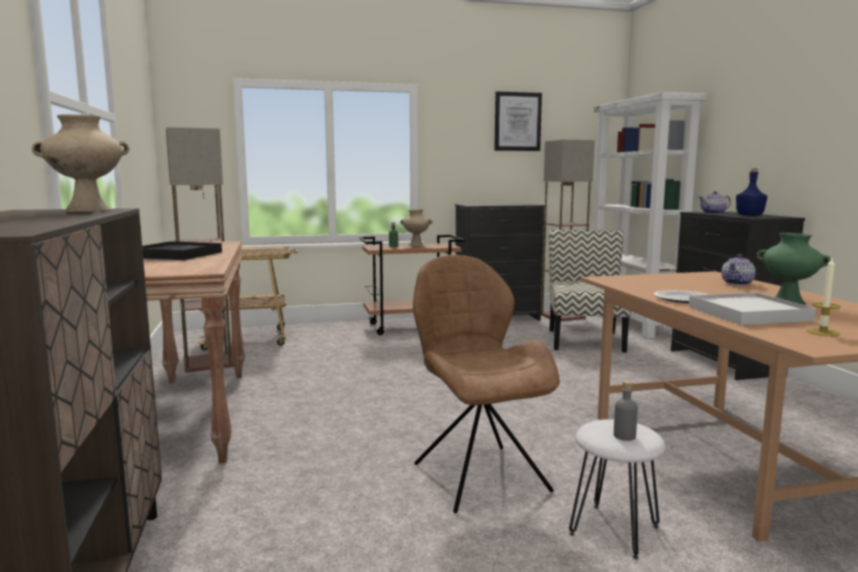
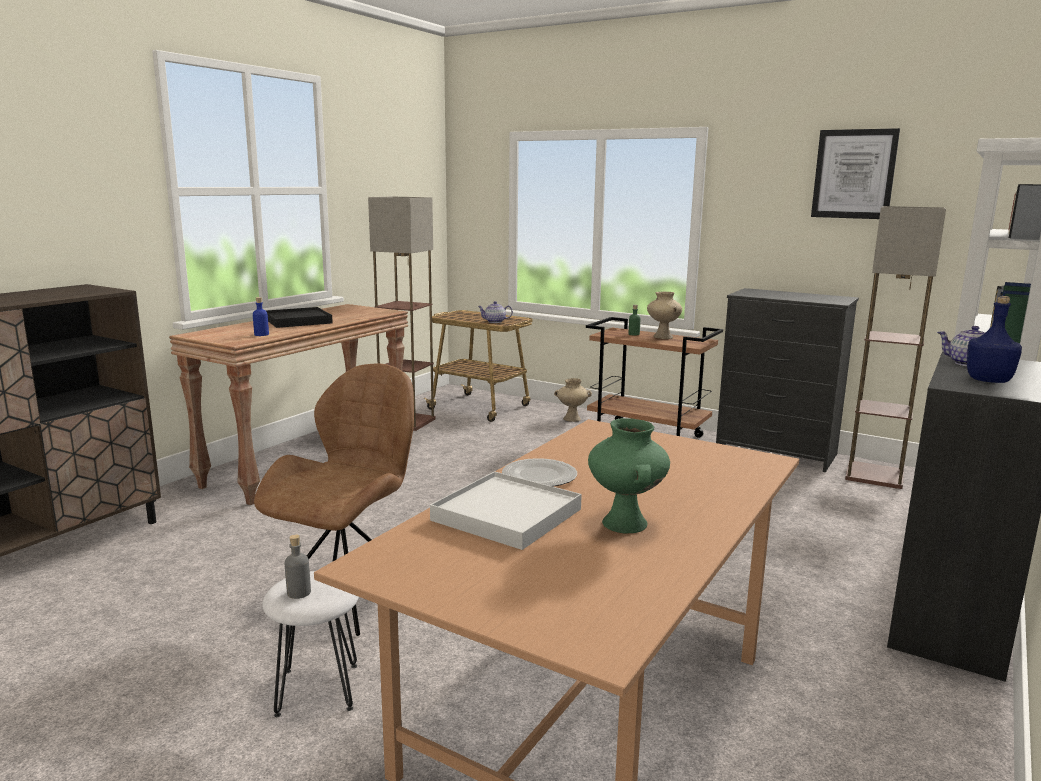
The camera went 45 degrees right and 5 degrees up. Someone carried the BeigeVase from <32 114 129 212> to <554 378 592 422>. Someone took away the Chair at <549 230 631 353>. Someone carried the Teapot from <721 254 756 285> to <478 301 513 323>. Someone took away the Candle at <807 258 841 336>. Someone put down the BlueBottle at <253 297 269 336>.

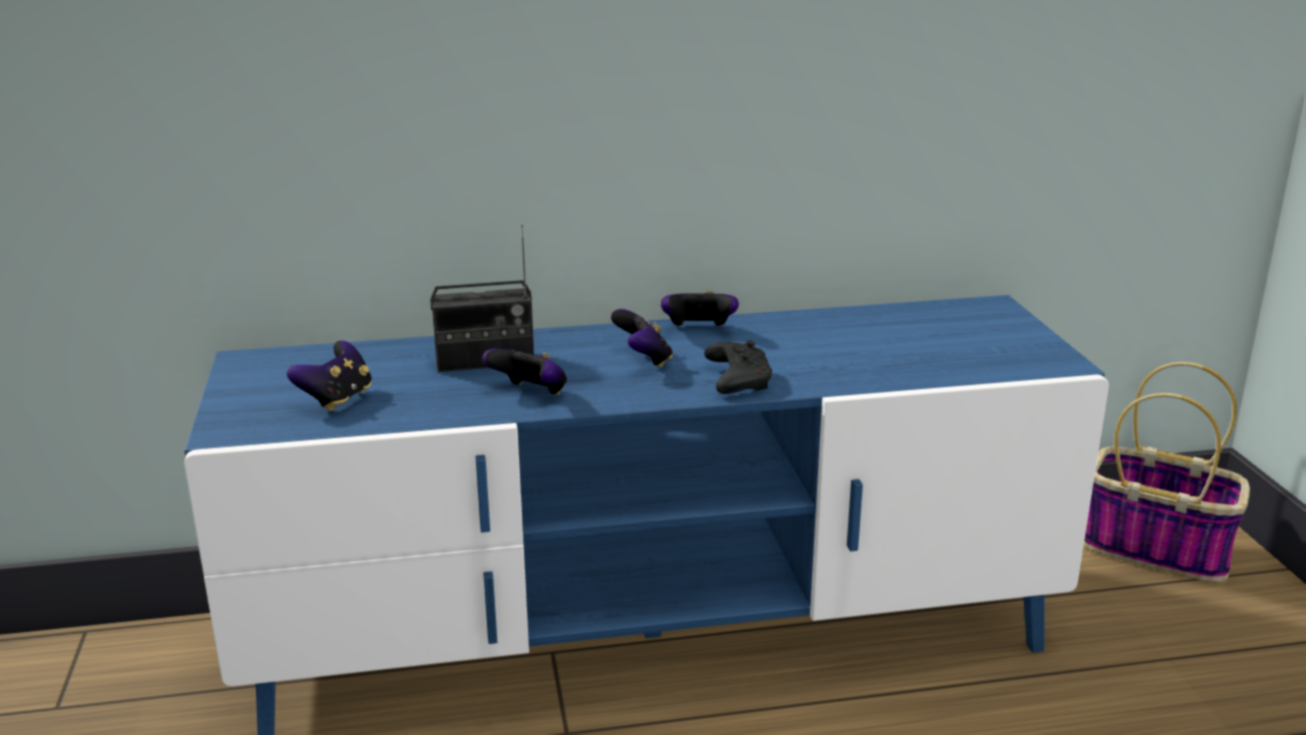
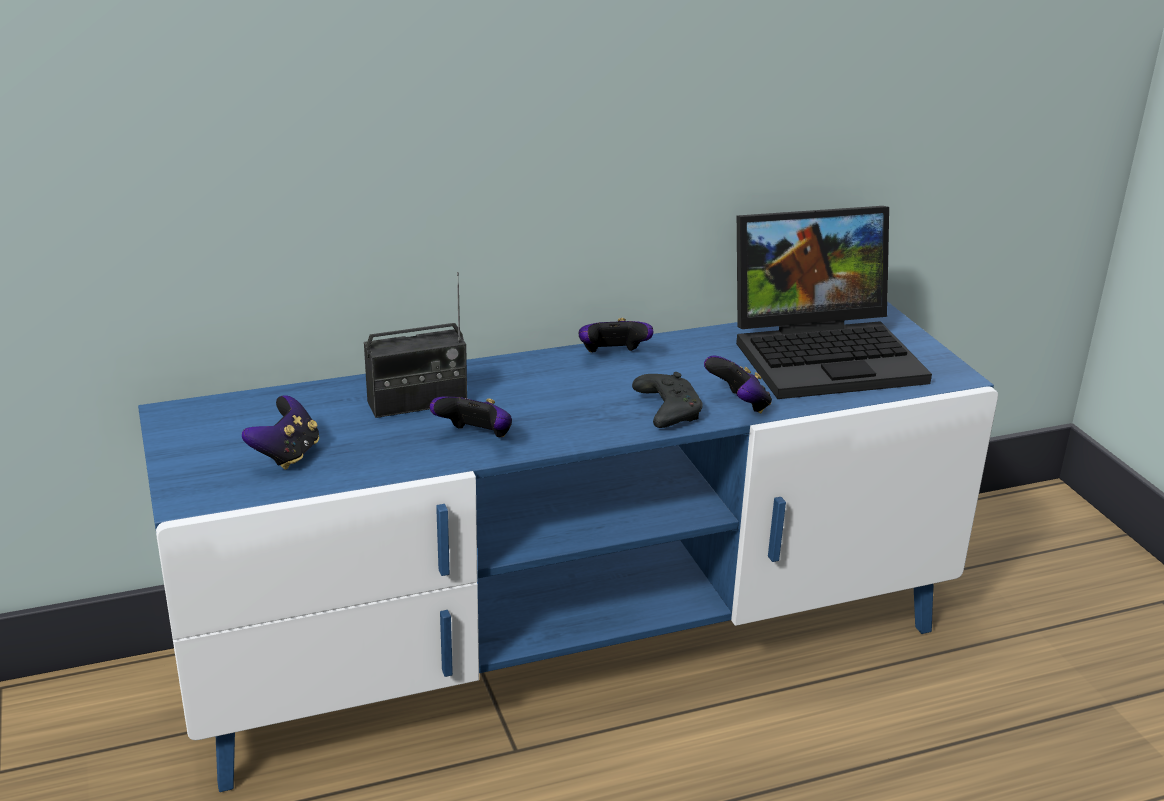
The camera went 10 degrees left and 5 degrees up. Someone carried the GameController from <611 309 673 368> to <704 356 772 413>. Someone took away the Basket at <1084 362 1250 582>. Someone put down the Laptop at <736 206 932 399>.

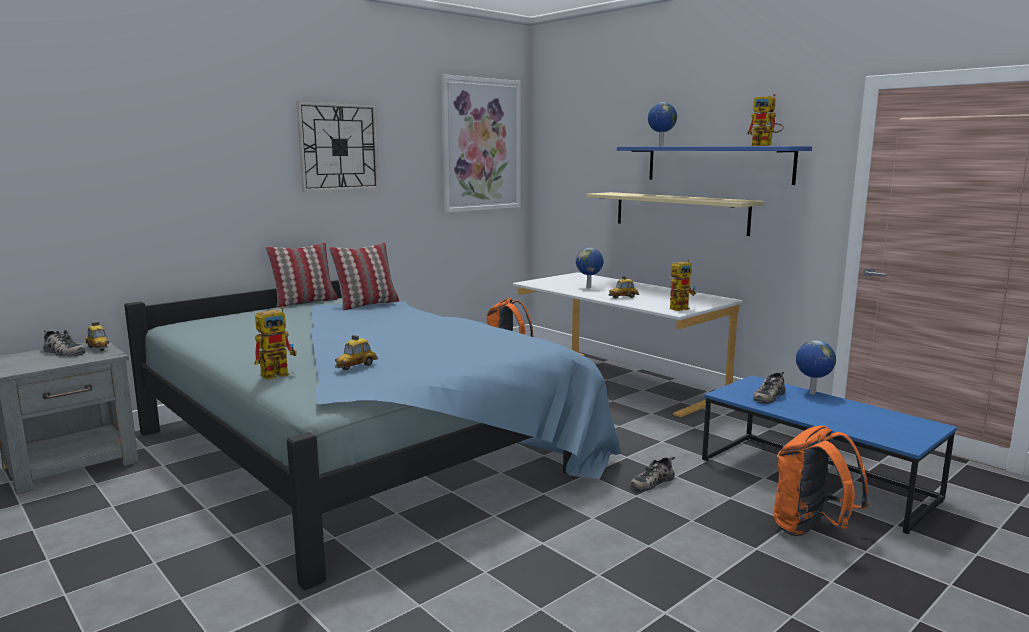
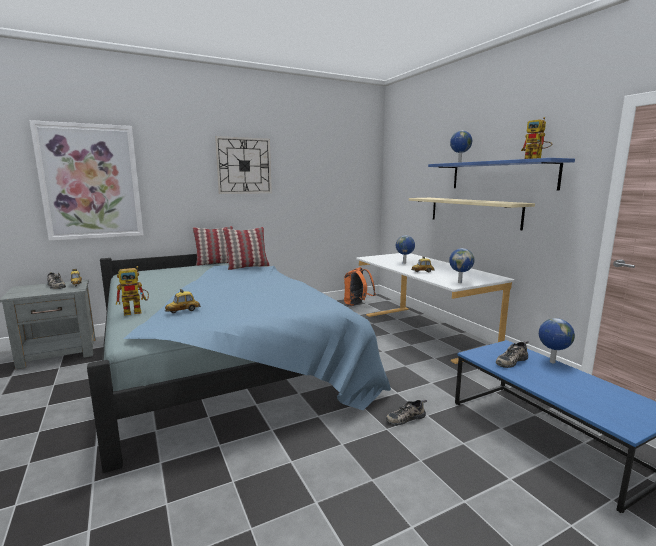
The camera went 15 degrees right and 0 degrees up. Someone carried the Picture from <441 75 521 213> to <29 120 143 241>. Someone swapped the ToyRobot at <670 259 696 311> for the Globe at <449 248 474 283>. Someone took away the OrangeBackpack at <774 426 869 536>.

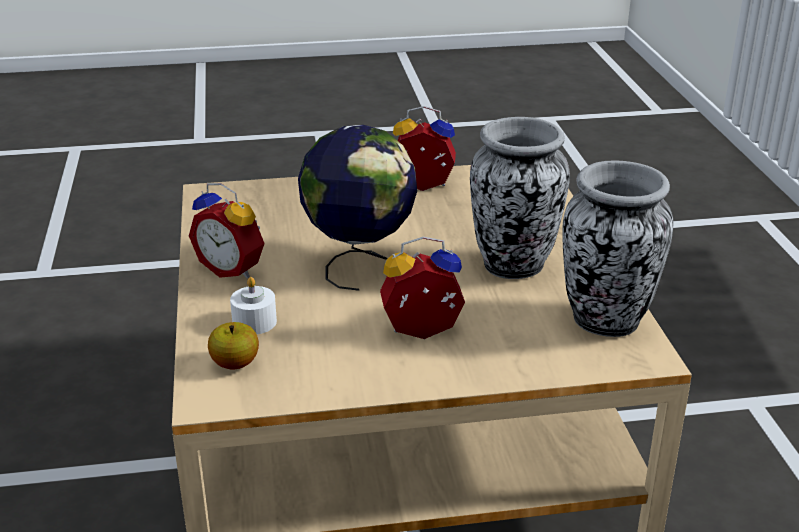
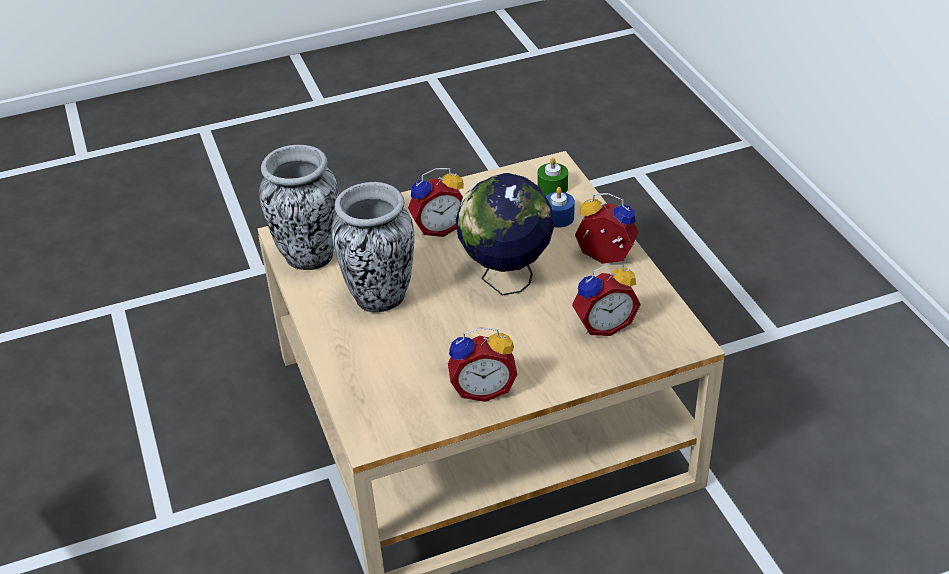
The camera went 170 degrees right and 10 degrees up. Someone repainted the WhiteCandle at <230 277 277 334>, which became the BlueCandle at <546 187 575 228>. Someone swapped the Apple at <208 322 259 369> for the GreenCandle at <538 158 568 196>. Someone put down the AlarmClock at <572 263 641 336>.

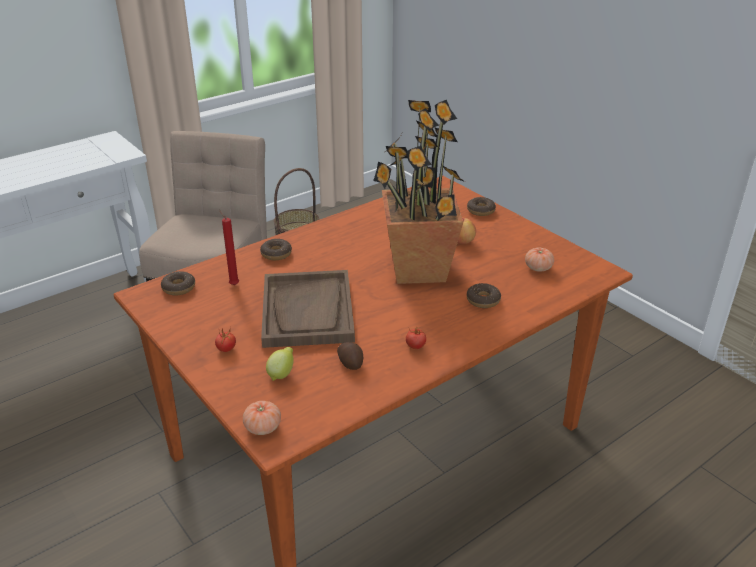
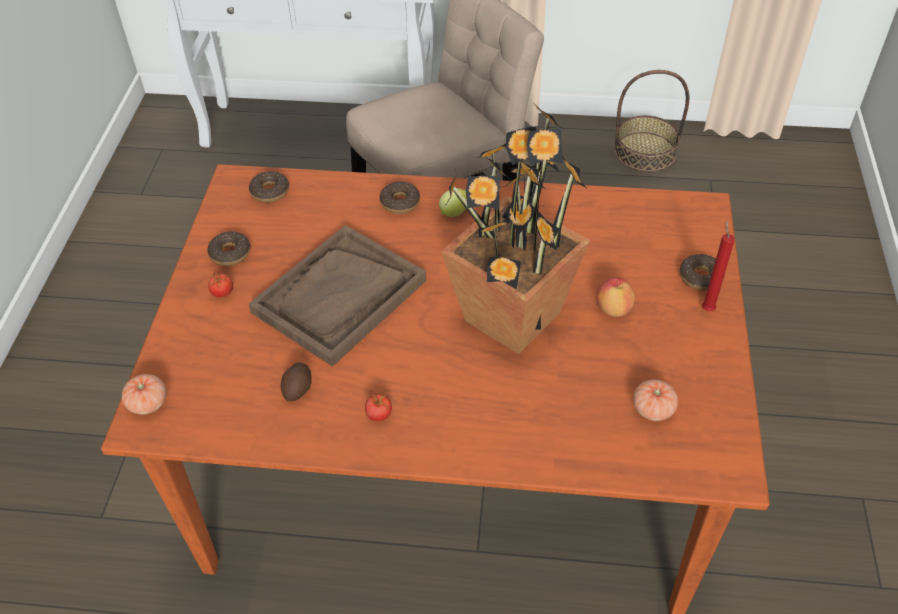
The camera went 45 degrees right and 15 degrees up. Someone carried the RedCandle from <219 210 239 285> to <702 220 735 311>. Someone carried the Donut from <466 283 501 308> to <208 231 251 266>. Someone carried the Lemon from <266 347 294 381> to <439 188 467 217>.

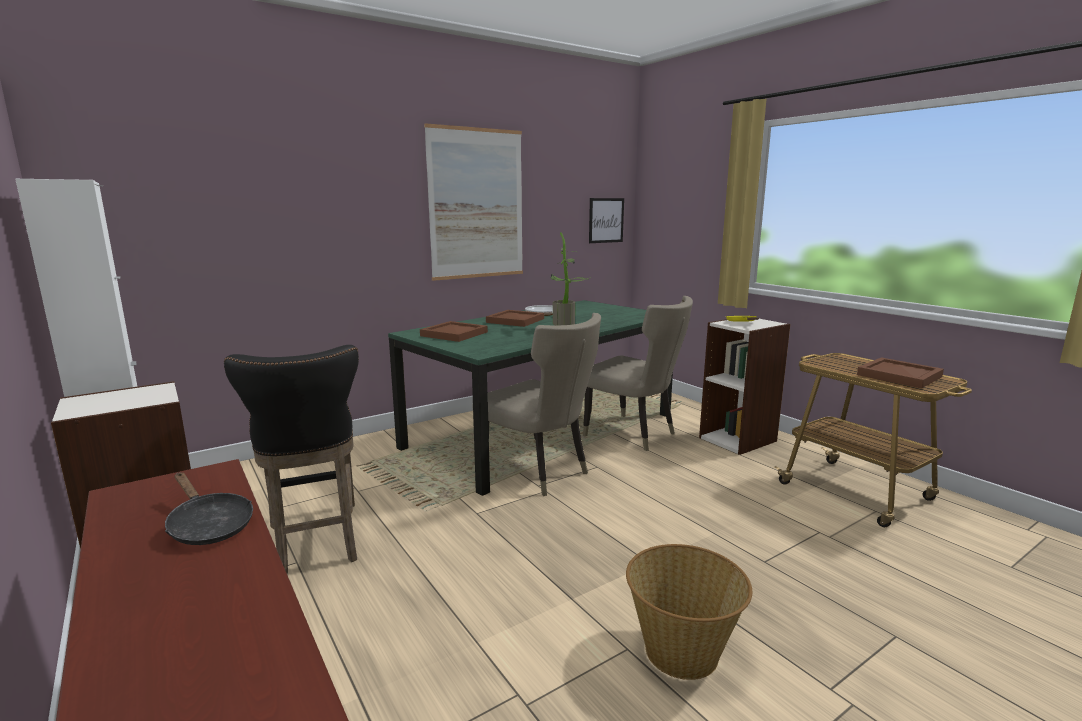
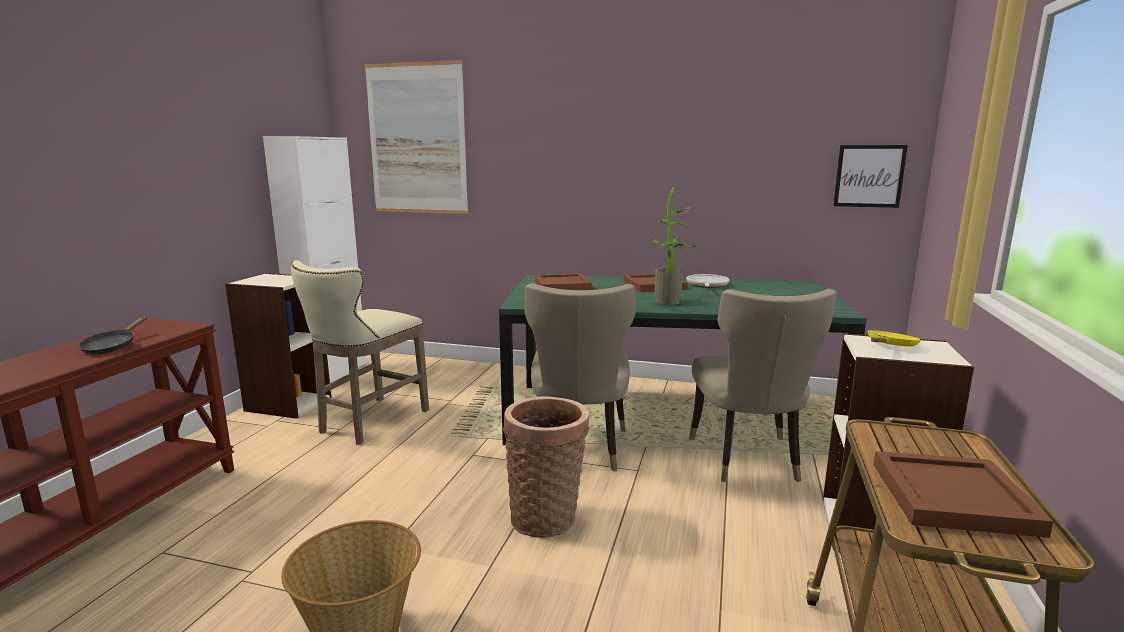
The camera went 50 degrees right and 0 degrees up. Someone carried the Picture from <424 123 523 281> to <364 60 469 214>. Someone repainted the BlackStool at <224 345 359 573>, which became the BeigeStool at <291 260 429 445>. Someone put down the Basket at <503 396 589 538>.

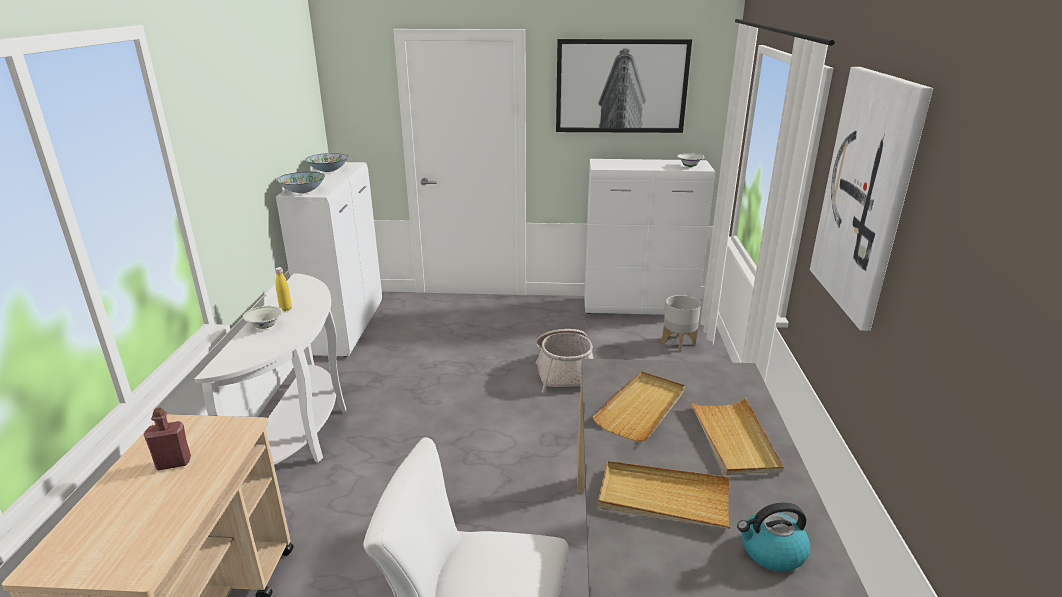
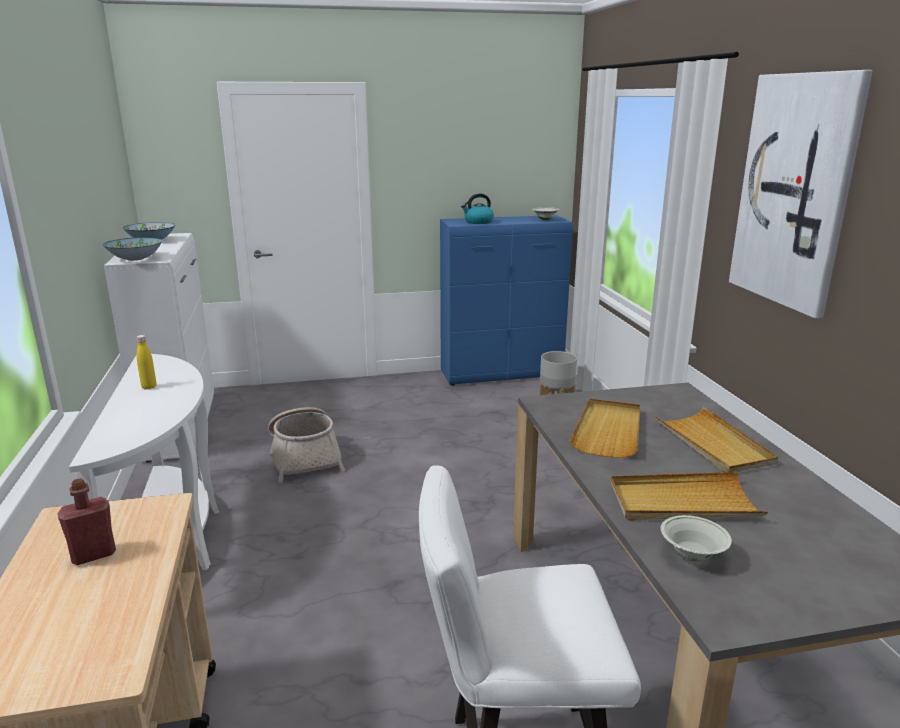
The camera went 15 degrees left and 5 degrees down. Someone took away the Picture at <556 39 692 133>. Someone repainted the WhiteCabinet at <584 159 715 315>, which became the BlueCabinet at <440 215 573 386>. Someone carried the WhiteBowl from <243 306 283 329> to <661 515 732 562>. Someone carried the Basket from <536 329 594 393> to <268 407 345 483>. Someone carried the Kettle from <737 502 810 572> to <461 193 494 224>.

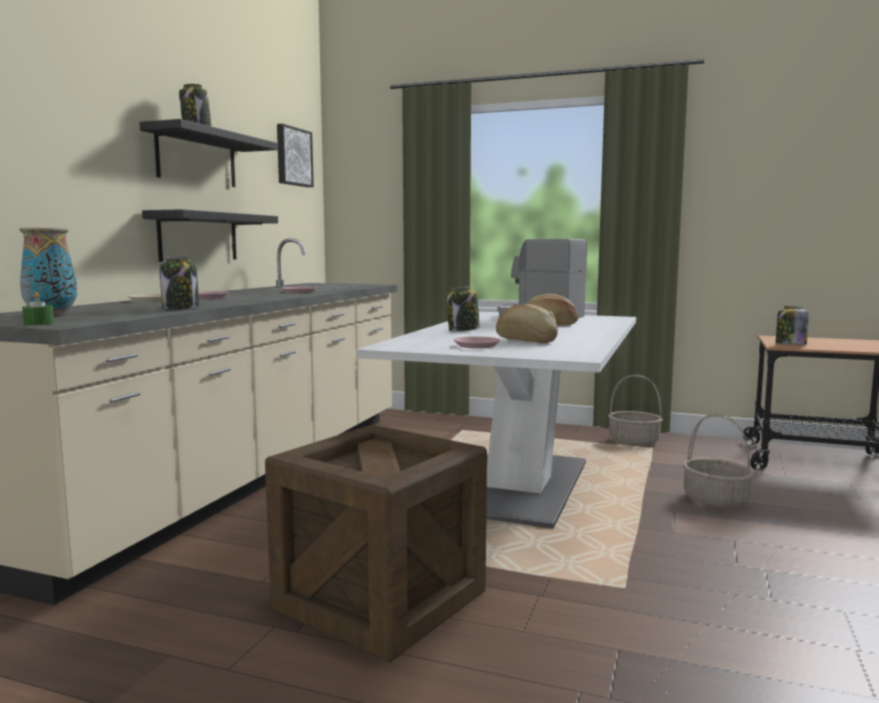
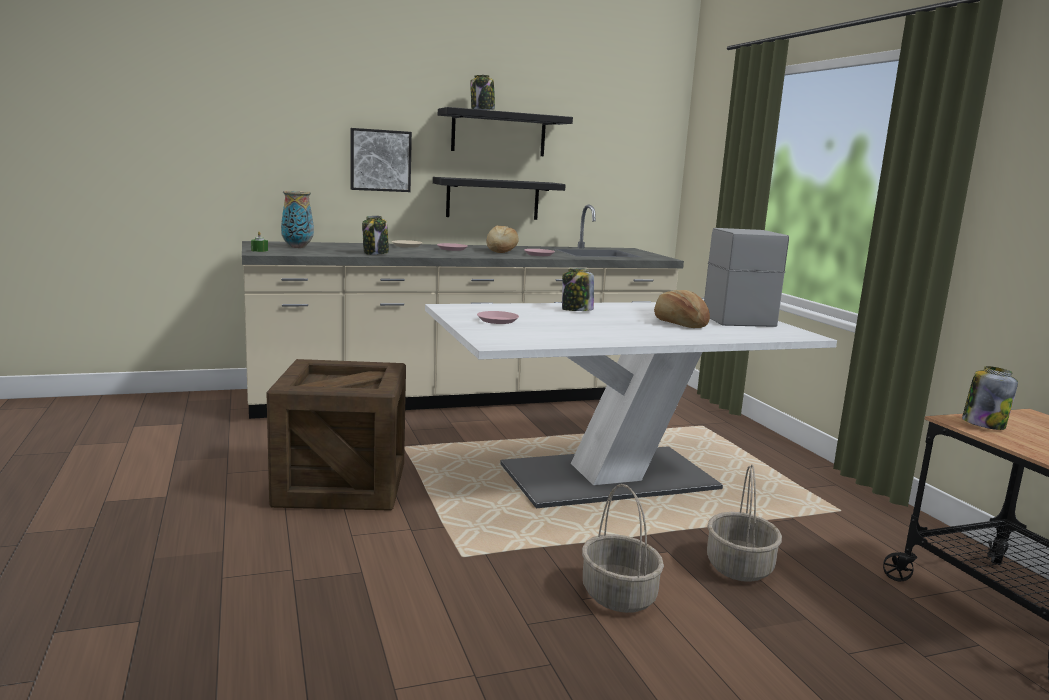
The camera went 50 degrees right and 5 degrees up. Someone carried the Picture from <277 124 314 187> to <350 128 412 192>. Someone carried the Bread from <496 304 558 343> to <486 225 519 253>. Someone carried the Basket from <608 375 663 446> to <582 484 664 613>.

